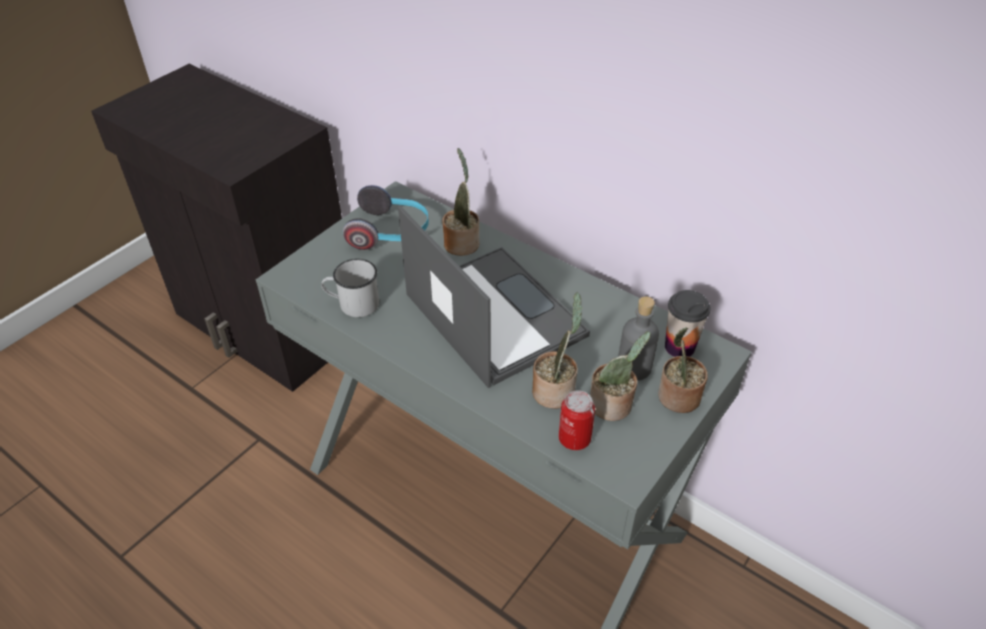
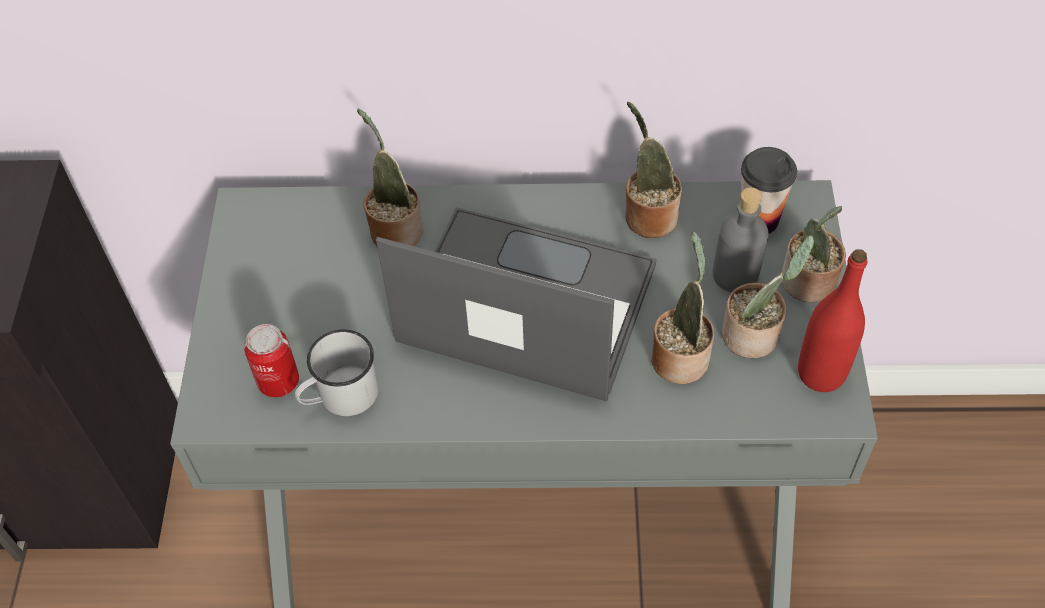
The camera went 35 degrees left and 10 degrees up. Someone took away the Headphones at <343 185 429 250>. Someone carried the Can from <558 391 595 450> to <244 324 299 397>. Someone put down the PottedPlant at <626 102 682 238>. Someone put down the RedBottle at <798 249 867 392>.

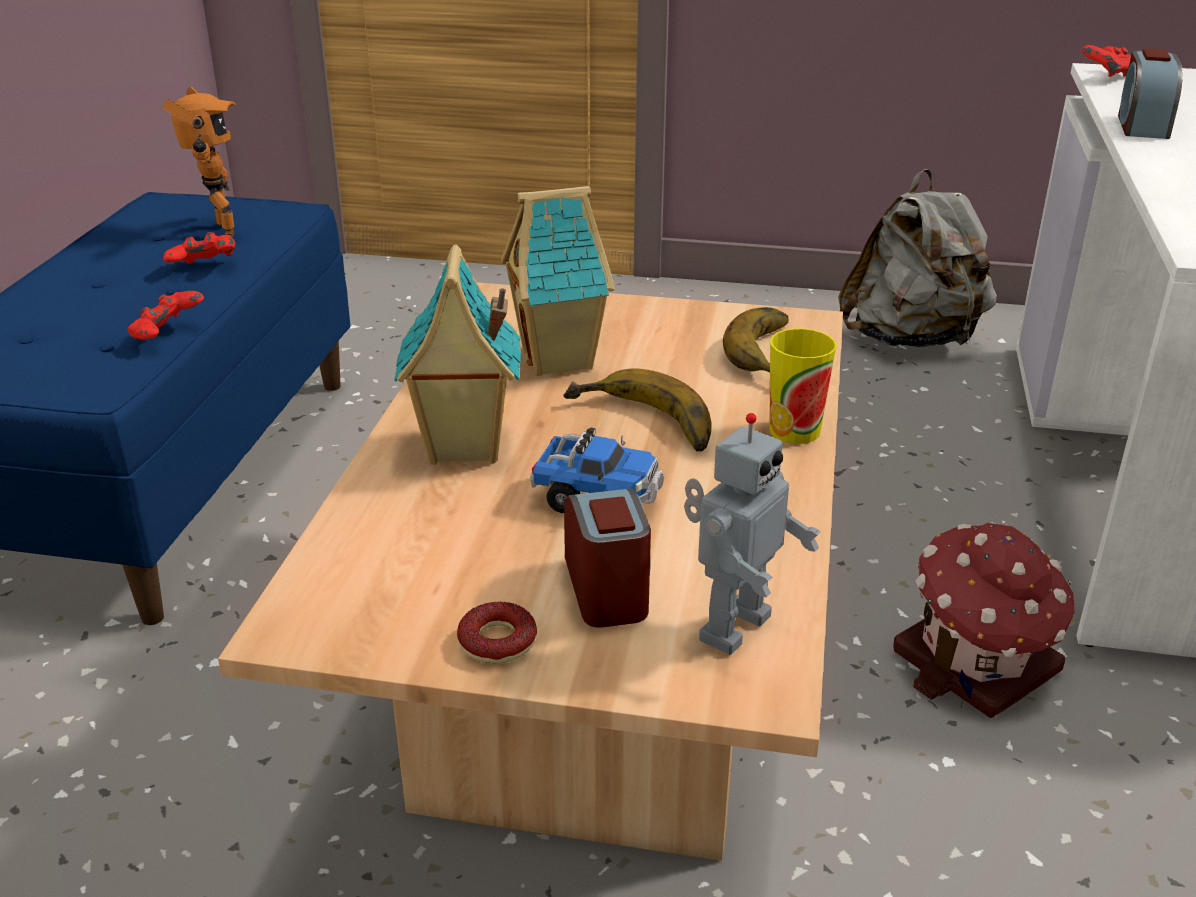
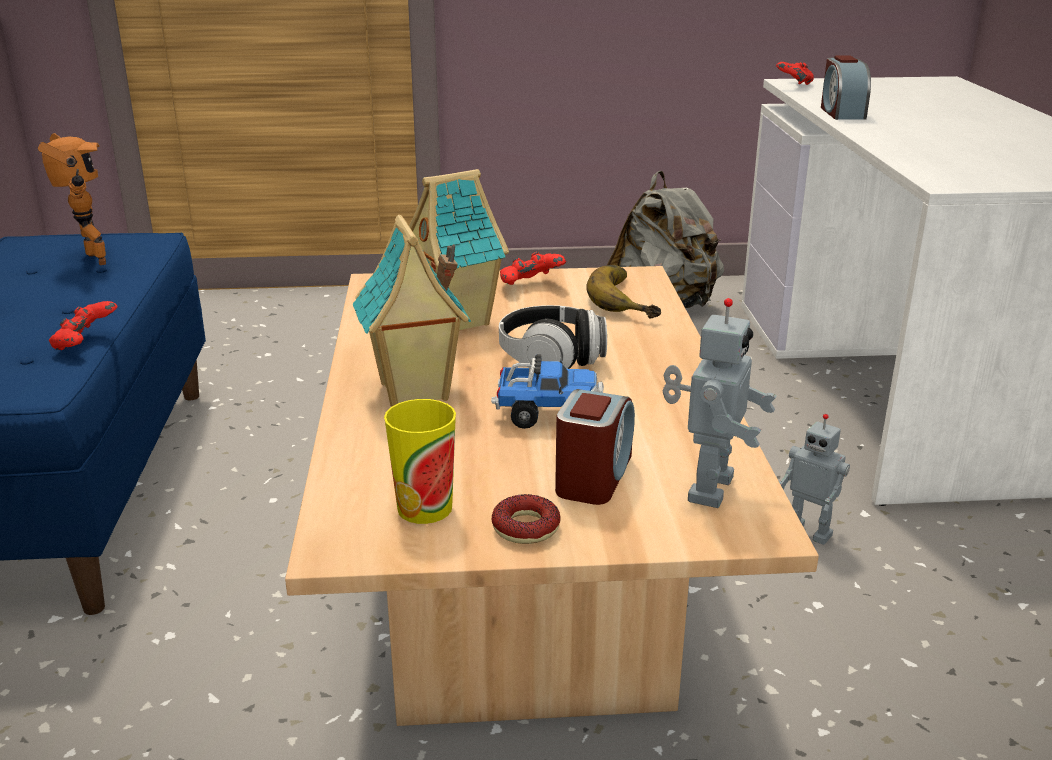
The camera went 15 degrees left and 5 degrees down. Someone carried the RedGameController from <163 232 235 264> to <500 252 566 285>. Someone carried the Cup from <769 329 837 444> to <384 399 456 524>. Someone swapped the Banana at <563 368 711 452> for the Headphones at <499 305 607 369>. Someone rotated the AlarmClock at <564 489 651 628> by 45 degrees clockwise. Someone swapped the ToyHouse at <893 522 1075 718> for the ToyRobot at <779 414 850 545>.

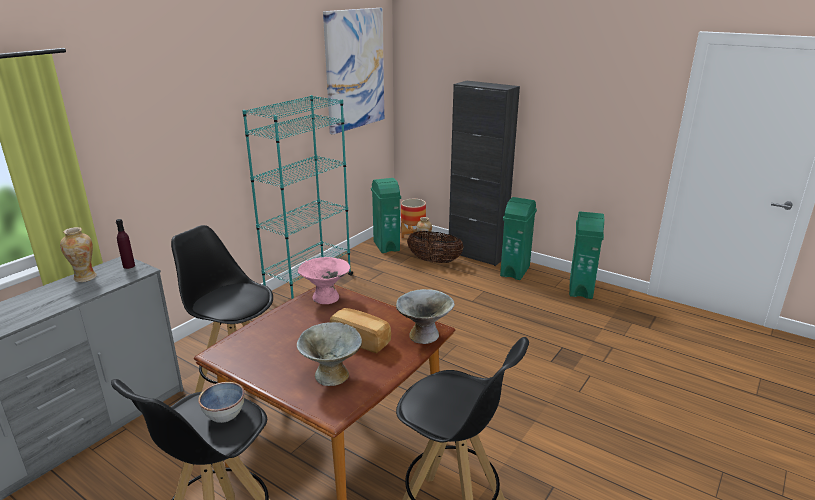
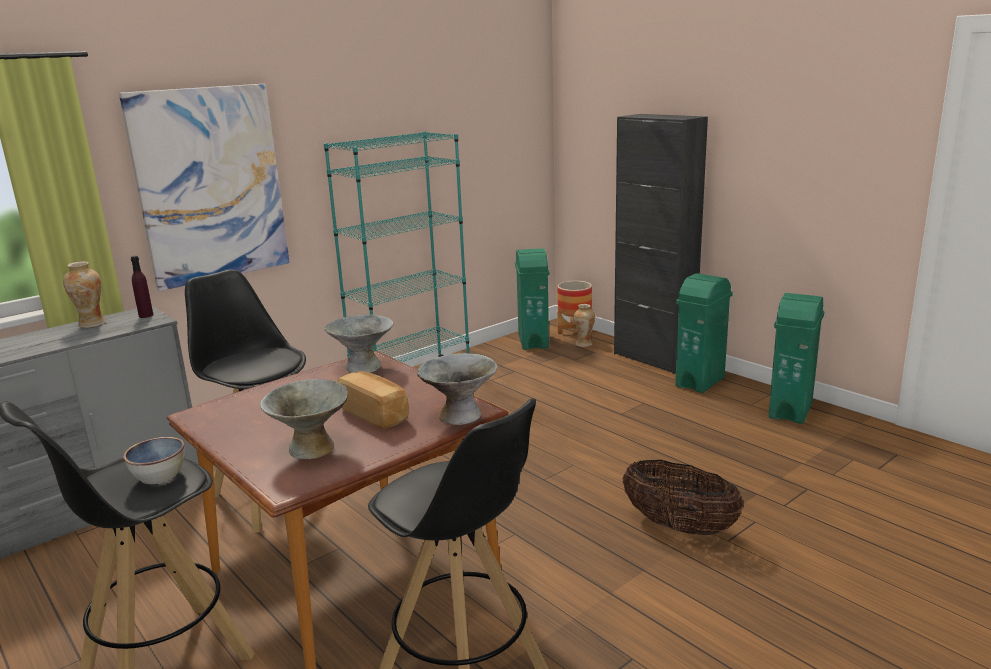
The camera went 15 degrees right and 5 degrees down. Someone carried the Picture from <323 8 384 135> to <119 84 290 291>. Someone carried the Basket from <407 231 464 263> to <622 460 744 535>. Someone repainted the PinkBowl at <298 257 350 304>, which became the GreyBowl at <324 315 393 373>.

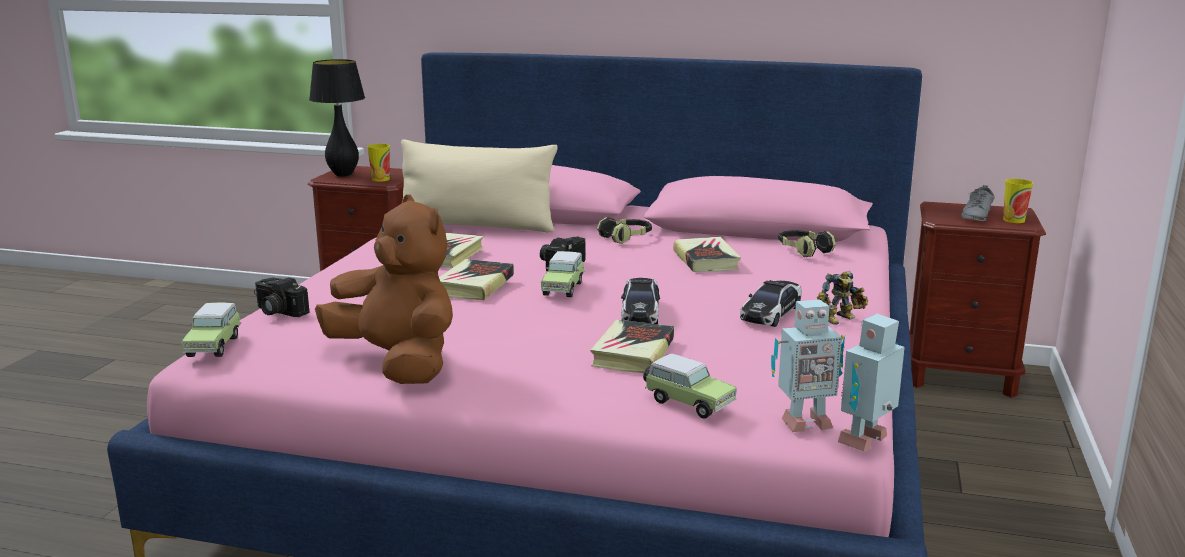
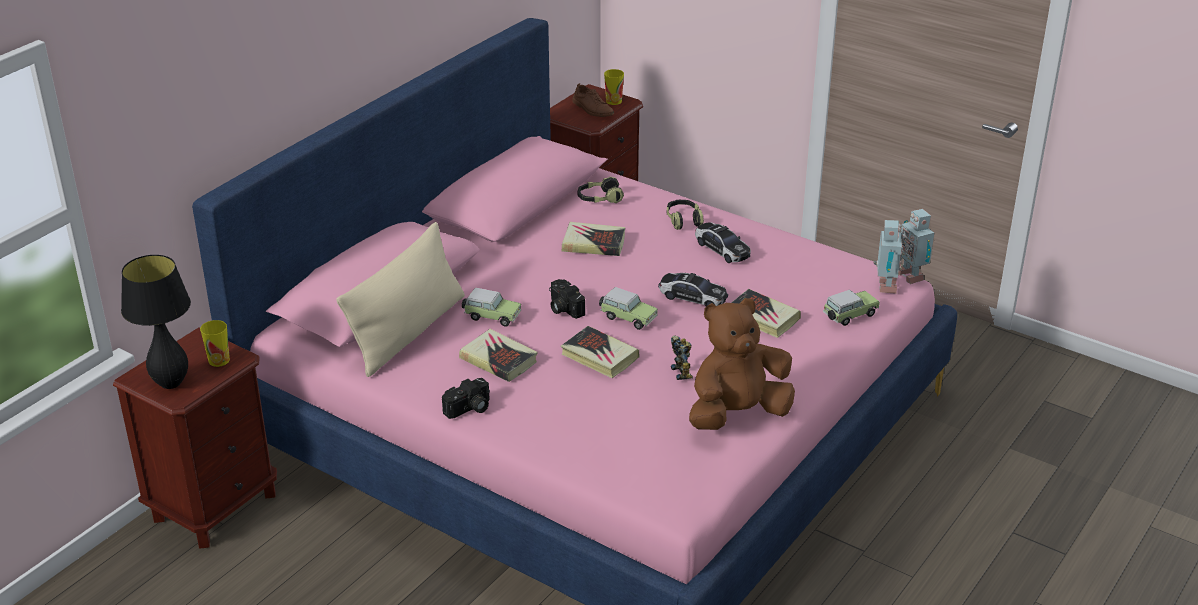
The camera went 70 degrees left and 15 degrees up. Someone repainted the GreyShoe at <961 185 995 221>, which became the BrownShoe at <572 83 614 117>. Someone carried the Headphones from <597 217 652 244> to <667 200 704 230>. Someone carried the ToyRobot from <817 271 868 325> to <671 335 693 380>. Someone carried the PhotoCamera from <254 277 309 317> to <442 378 490 419>. Someone carried the ToyCar from <181 303 241 357> to <462 288 521 327>.

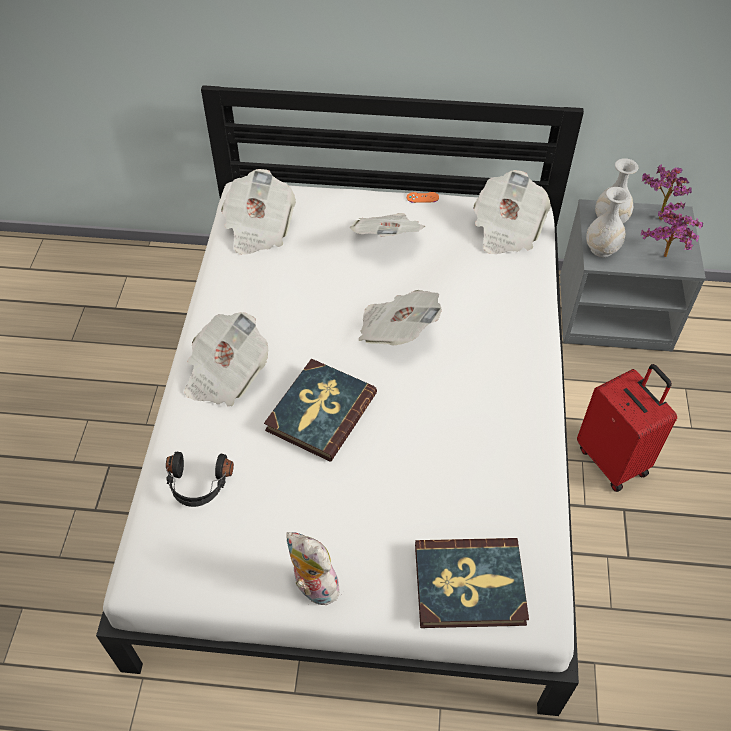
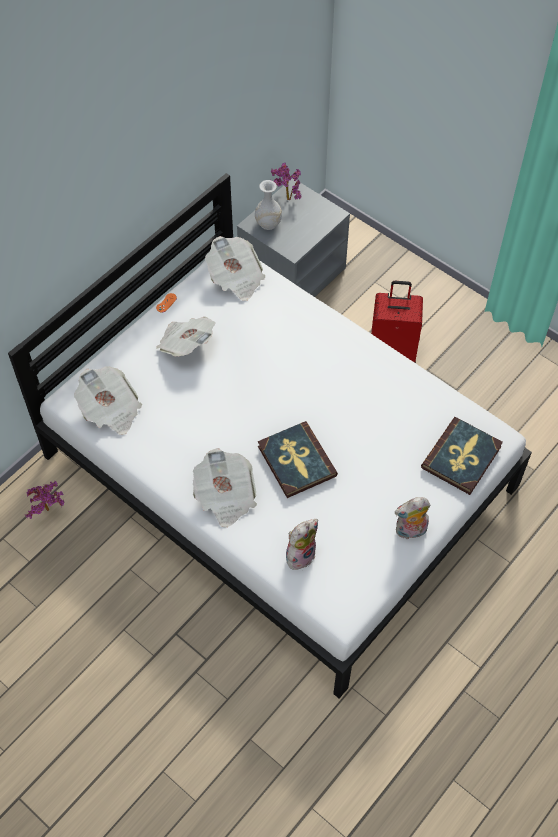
The camera went 55 degrees left and 5 degrees up. Someone took away the WhiteVase at <586 187 630 257>. Someone carried the PottedPlant from <641 211 703 257> to <25 480 65 519>. Someone took away the Newspaper at <358 290 442 346>. Someone swapped the BlackHeadphones at <166 452 234 507> for the PlushToy at <286 519 318 570>.

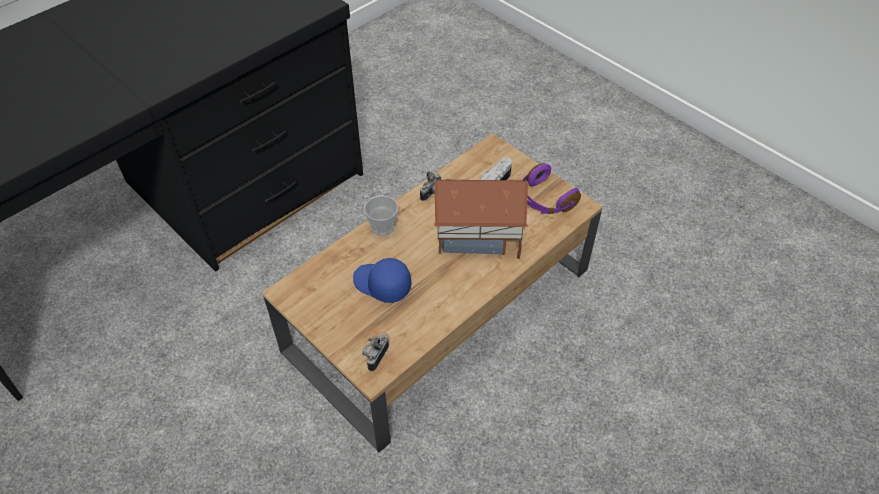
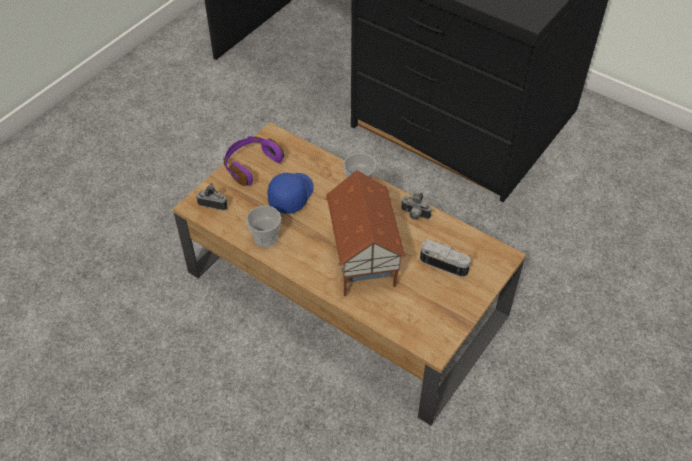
The camera went 80 degrees right and 0 degrees up. Someone carried the PurpleHeadphones from <522 163 581 214> to <223 136 284 186>. Someone put down the Cup at <246 206 281 247>.

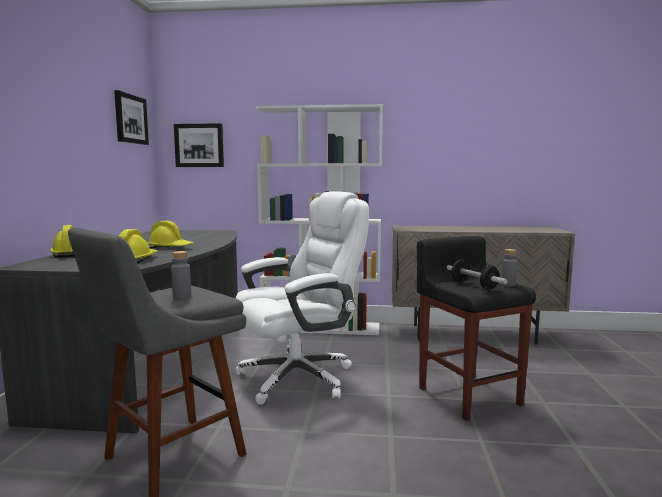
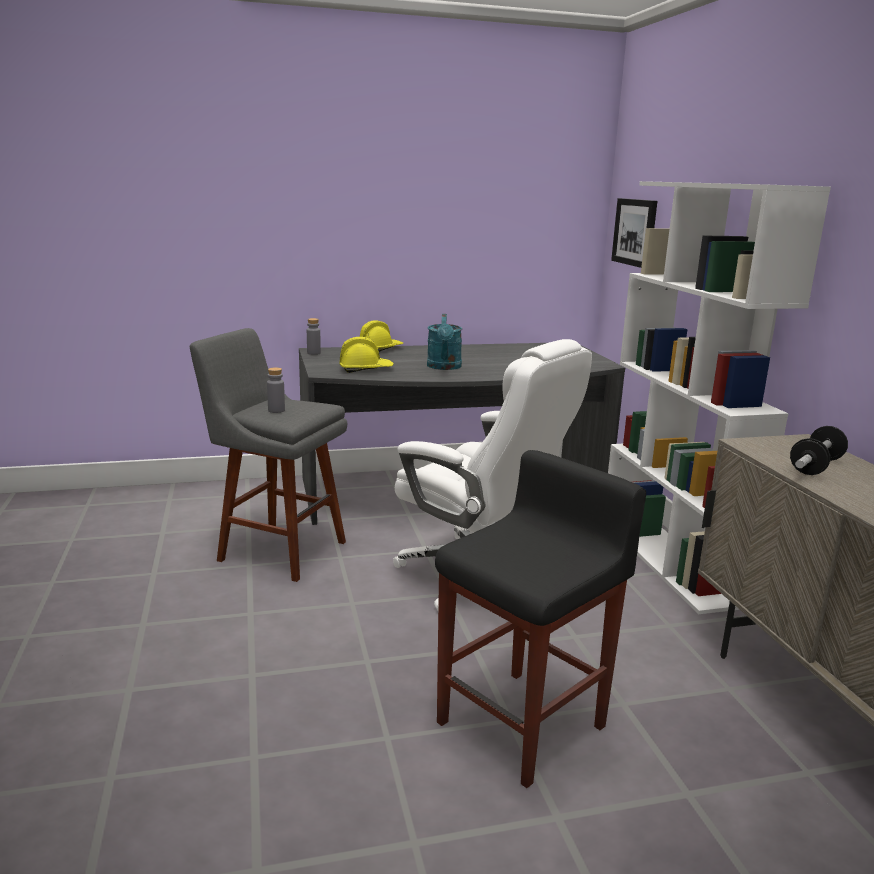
The camera went 70 degrees right and 10 degrees up. Someone took away the Picture at <114 90 149 145>. Someone swapped the YellowHardHat at <147 221 193 249> for the TurquoiseWateringCan at <427 314 462 370>. Someone carried the GreyBottle from <501 249 517 287> to <307 318 321 355>. Someone carried the Dumbbell from <447 259 507 290> to <790 426 848 475>.

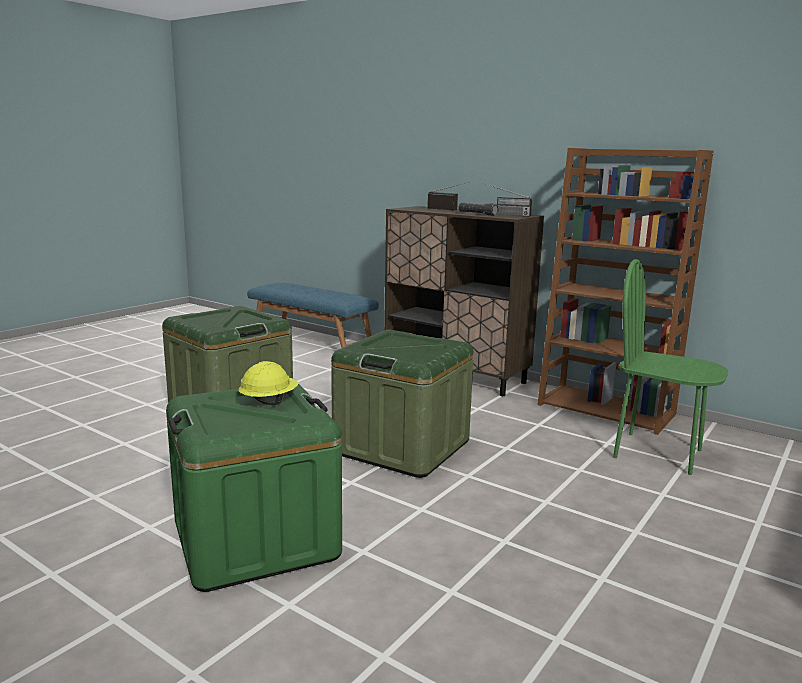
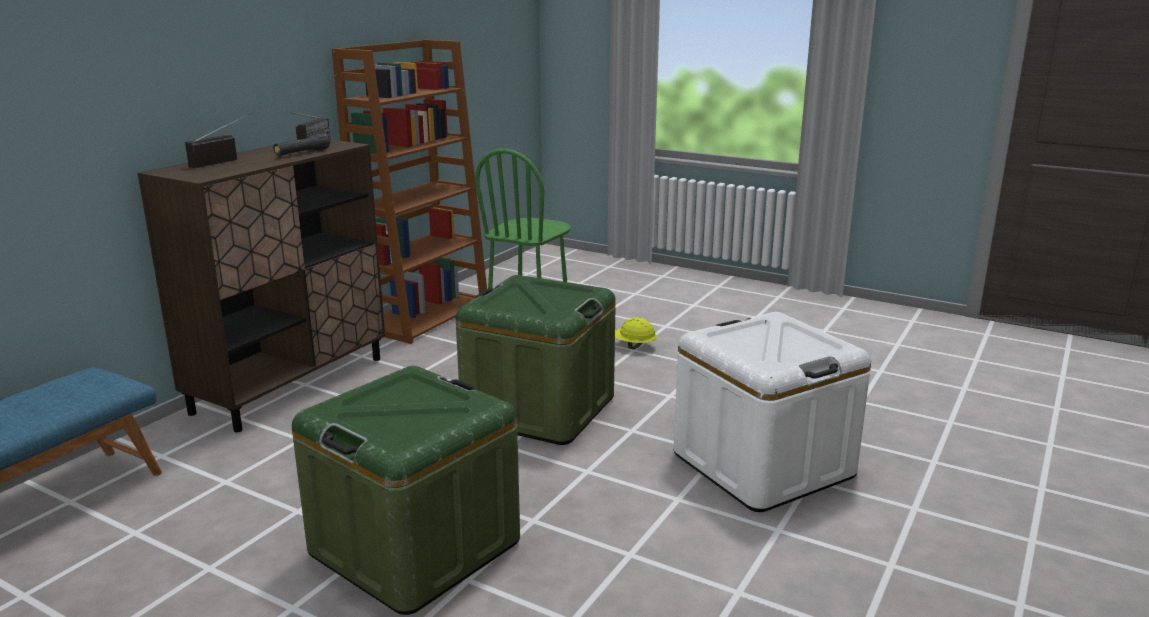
The camera went 95 degrees left and 5 degrees up. Someone carried the YellowHardHat from <239 361 298 405> to <615 317 657 349>. Someone repainted the GreenStorageBox at <166 384 342 592>, which became the WhiteStorageBox at <674 312 871 512>.

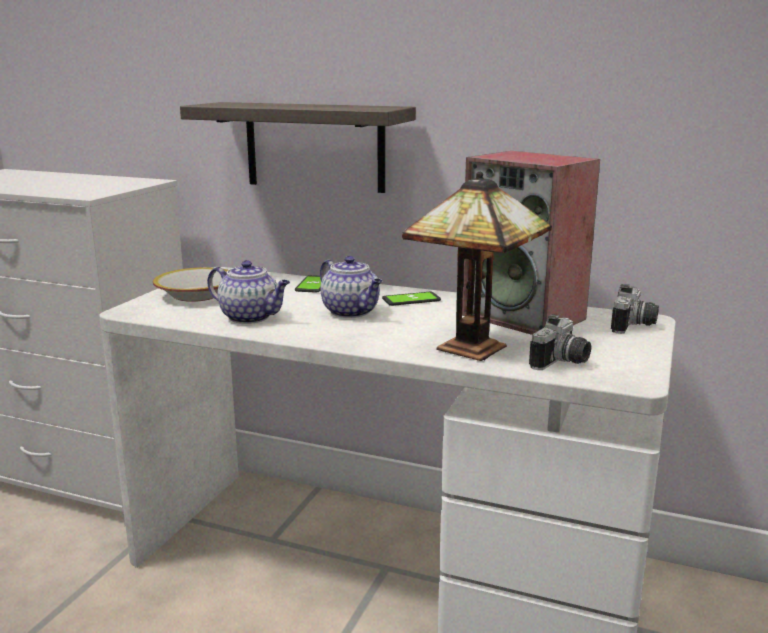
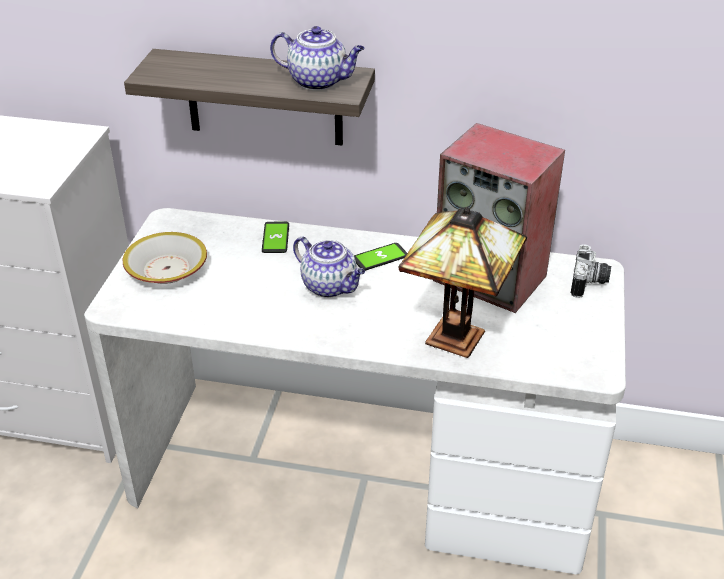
The camera went 10 degrees left and 20 degrees up. Someone carried the Teapot from <207 260 290 324> to <270 26 365 91>. Someone took away the PhotoCamera at <529 314 591 370>.

